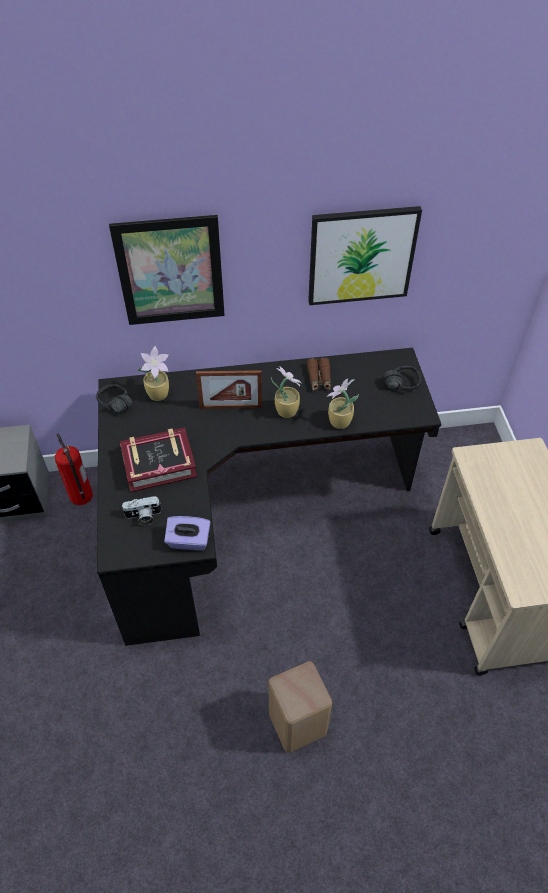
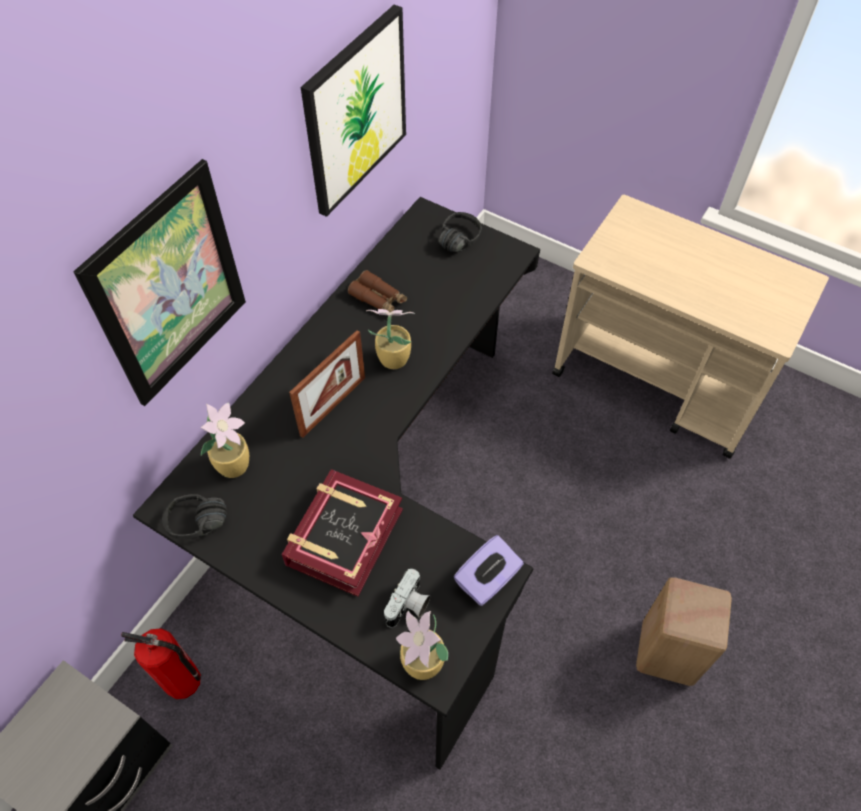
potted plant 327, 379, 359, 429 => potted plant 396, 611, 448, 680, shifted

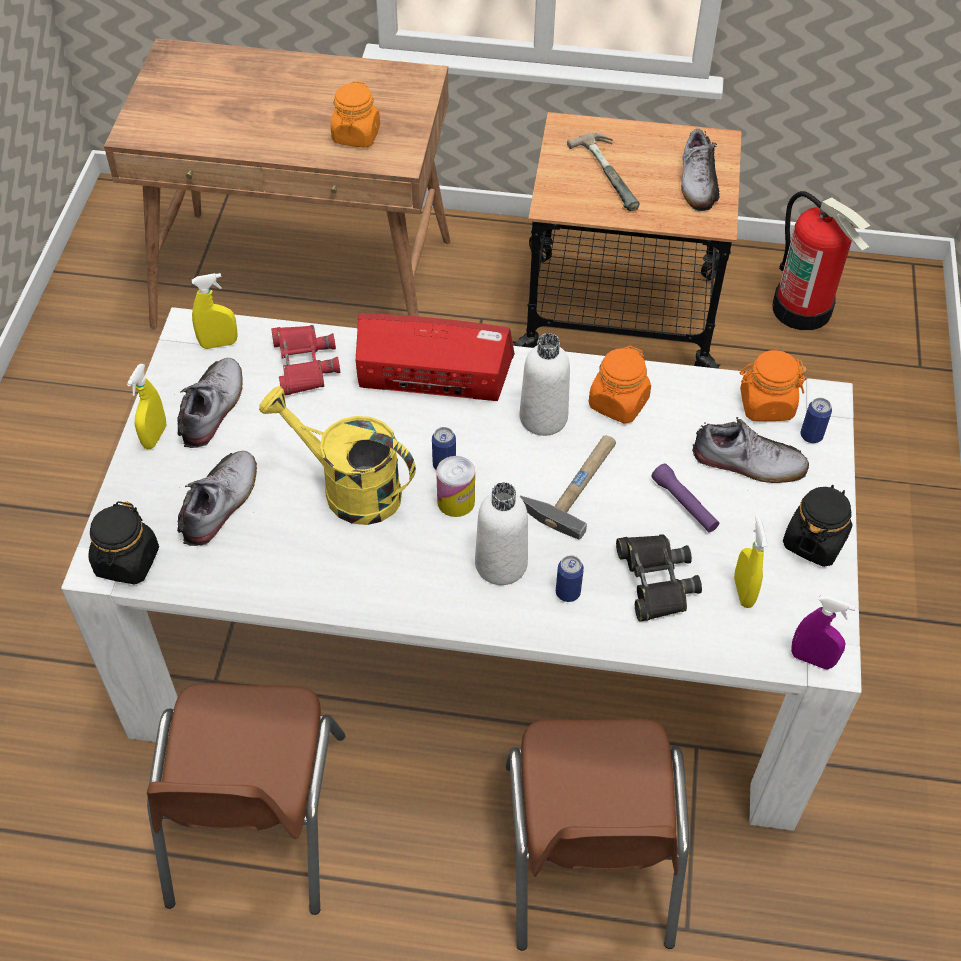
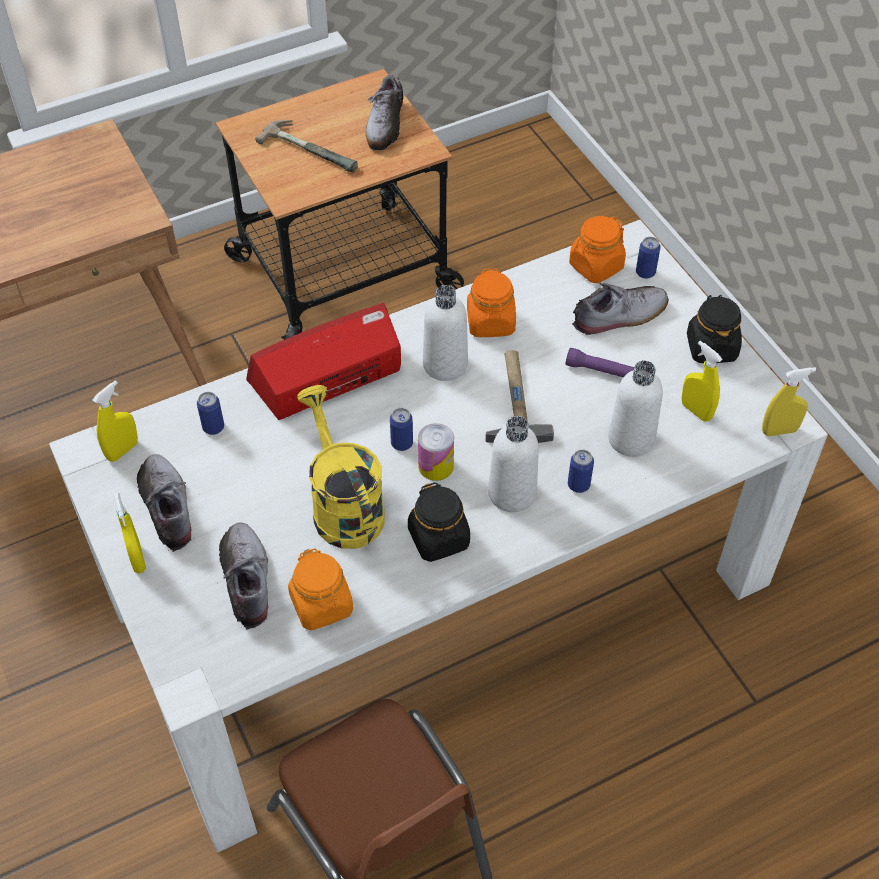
binoculars in red-coloured 271, 325, 340, 395 => metal can 197, 392, 224, 435
jar in orange-coloured 331, 81, 380, 148 => jar in orange-coloured 288, 548, 353, 630, shifted
watering can in yellowish 259, 386, 416, 525 => watering can in yellowish 297, 385, 385, 549, 75 degrees clockwise
item of footwear 681, 129, 720, 211 => item of footwear 366, 75, 403, 150, 45 degrees clockwise
jar in black 88, 501, 159, 585 => jar in black 408, 482, 470, 562, shifted
binoculars in black 616, 534, 702, 621 => beverage bottle in white-coloured 608, 360, 663, 457
spray bottle in purple-coloured 791, 595, 855, 670 => spray bottle in yellowish 762, 367, 816, 436
upright chair in brown-coloured 506, 719, 689, 951 => nothing
fire-fighting cylinder 772, 191, 871, 330 => nothing

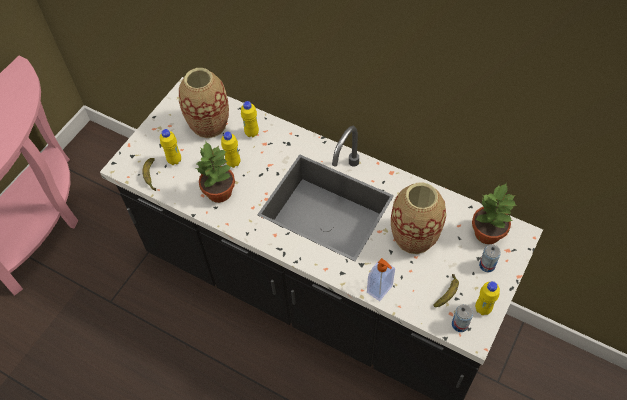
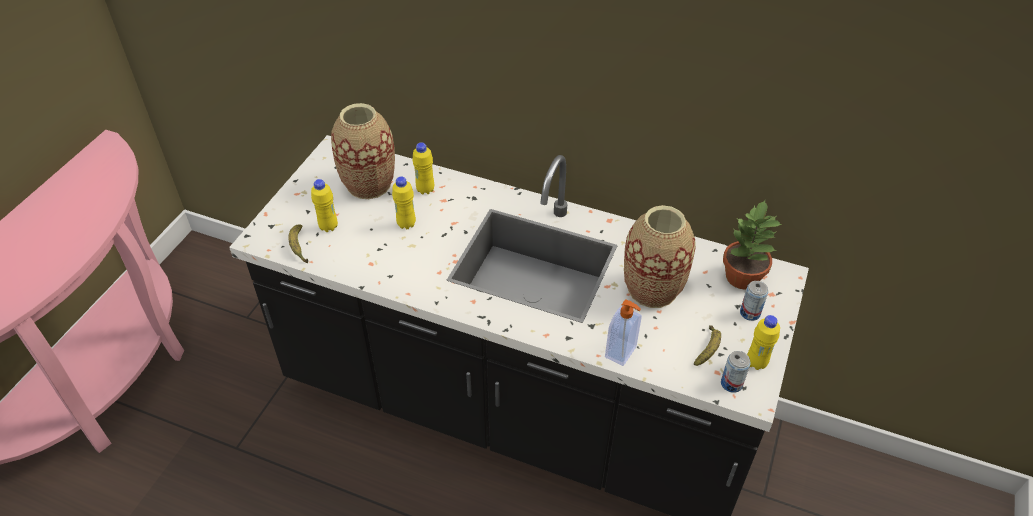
potted plant 196, 142, 235, 203 => nothing

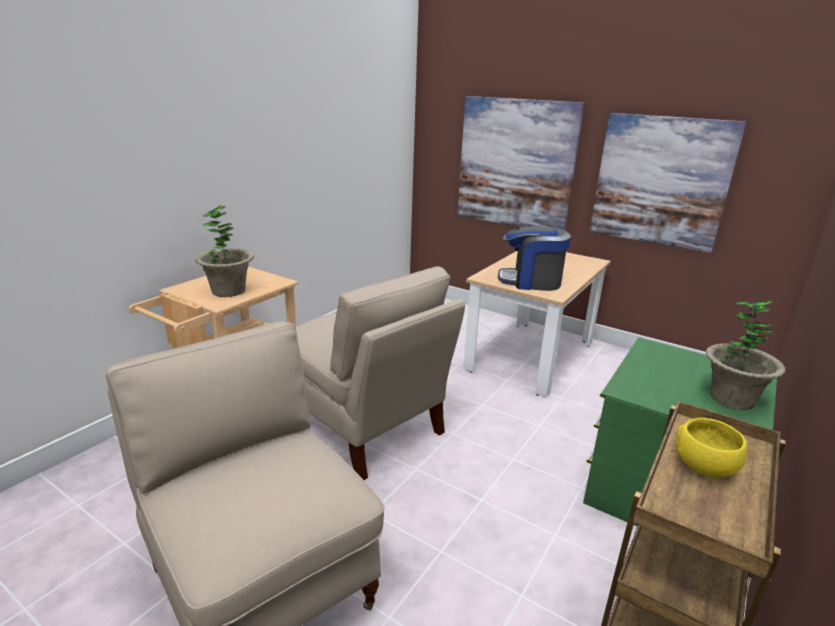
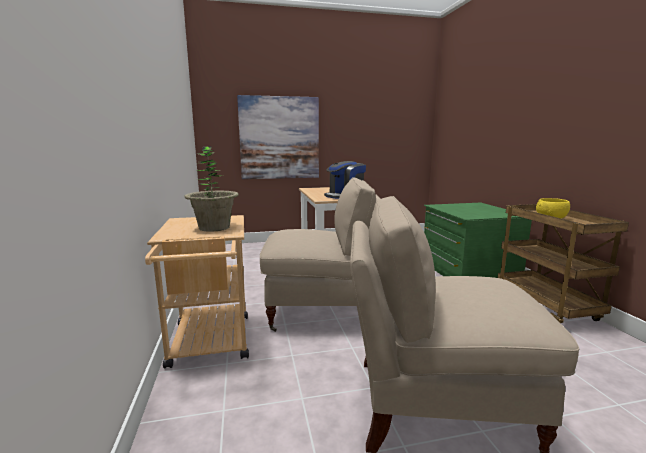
wall picture 590, 113, 746, 253 => nothing
potted plant 706, 300, 786, 410 => nothing

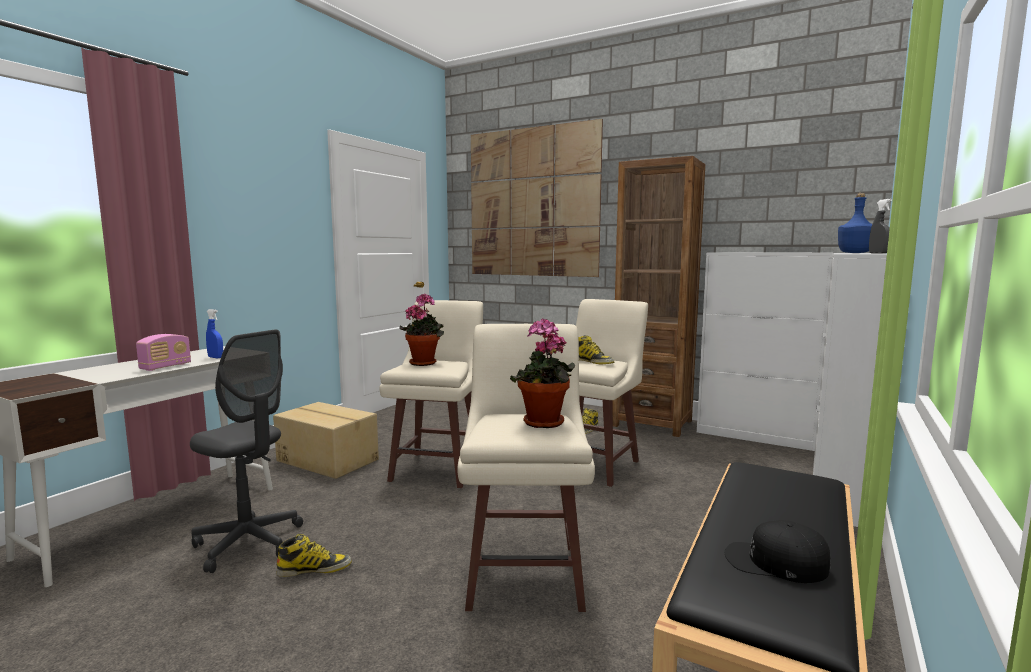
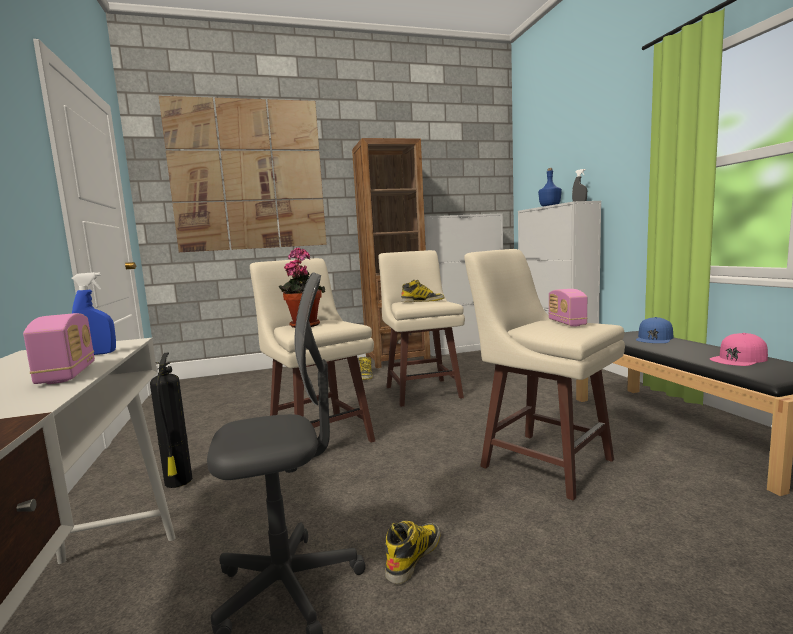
packing box 273, 402, 379, 479 => fire-fighting cylinder 150, 352, 192, 488
potted plant 510, 318, 575, 428 => radio receiver 548, 289, 588, 327
nothing => cap in blue-coloured 636, 317, 673, 343
cap in black 725, 520, 830, 583 => cap in pink-coloured 710, 333, 768, 366

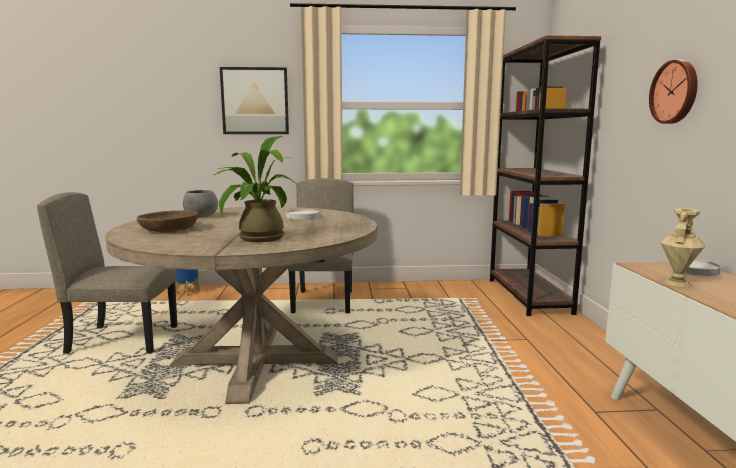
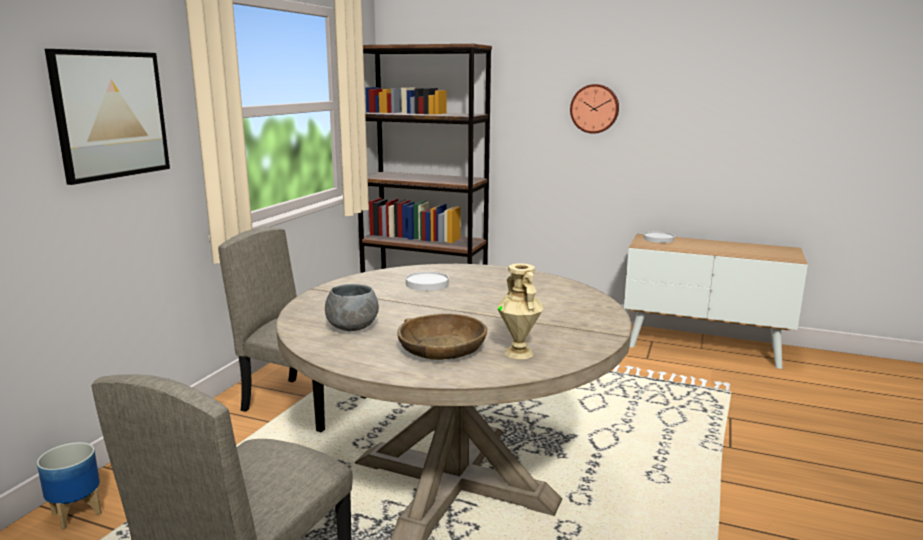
decorative vase in sand-coloured 660, 209, 705, 287 => decorative vase in sand-coloured 497, 263, 544, 359, shifted
potted plant 214, 136, 297, 242 => nothing

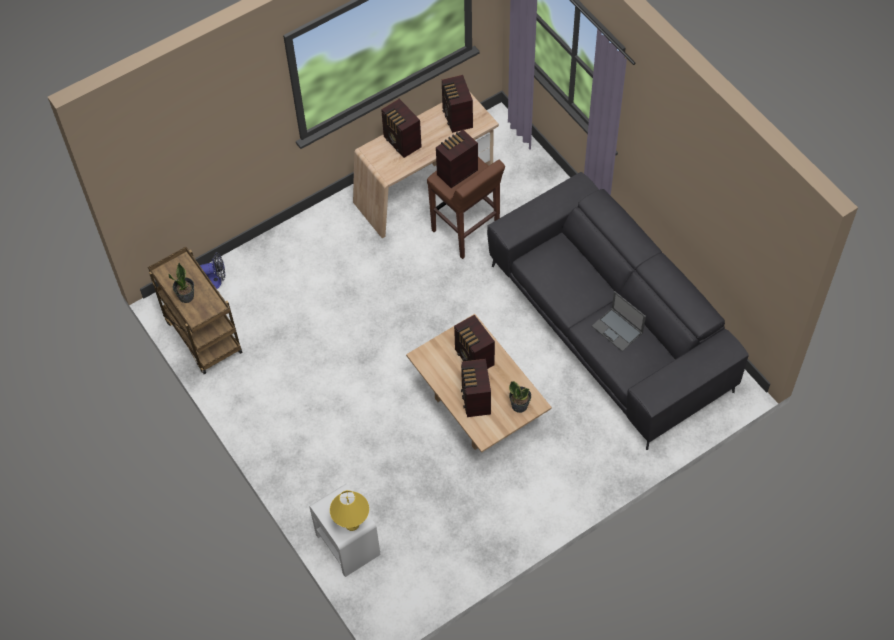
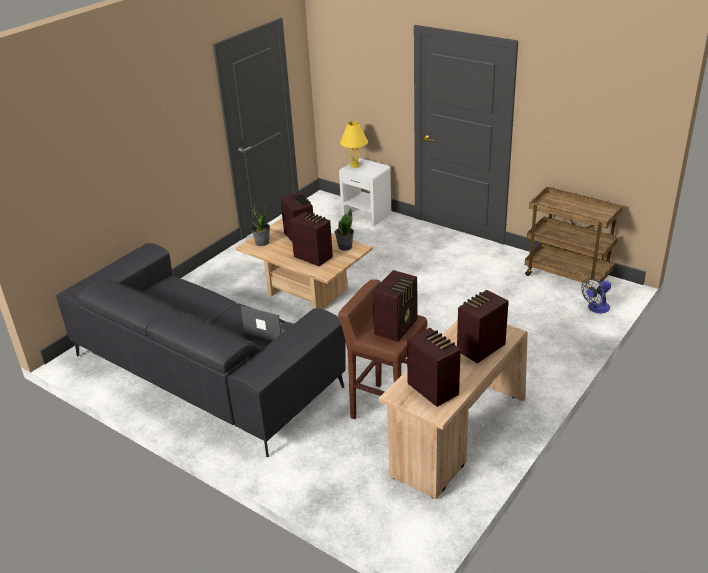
portable computer 592, 291, 646, 351 => portable computer 241, 306, 294, 341, shifted
potted plant 169, 263, 194, 303 => potted plant 335, 208, 354, 251, shifted
radio receiver 381, 99, 422, 158 => radio receiver 457, 290, 509, 363, 75 degrees counterclockwise

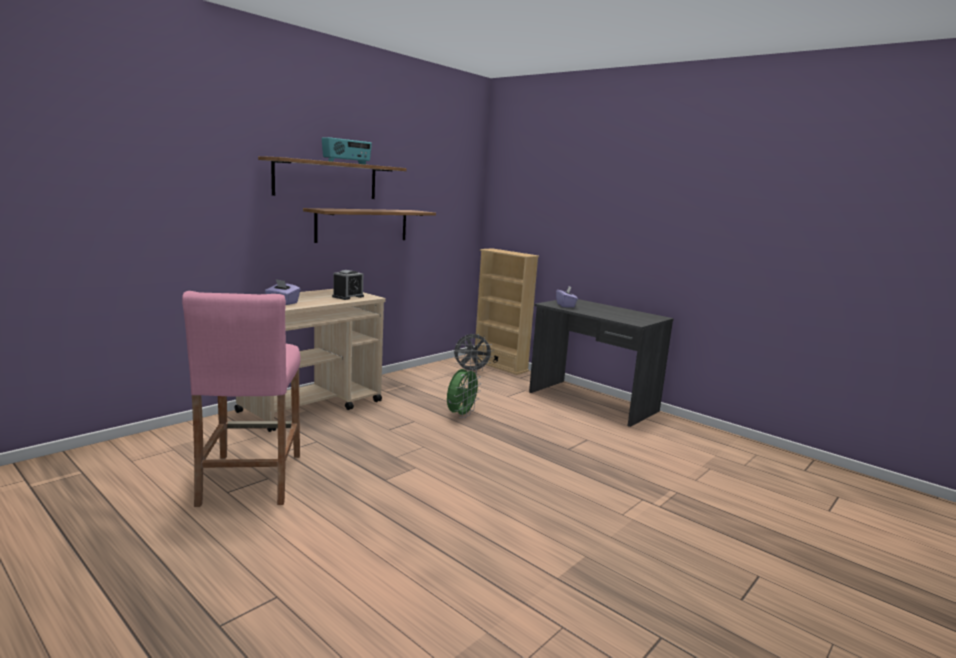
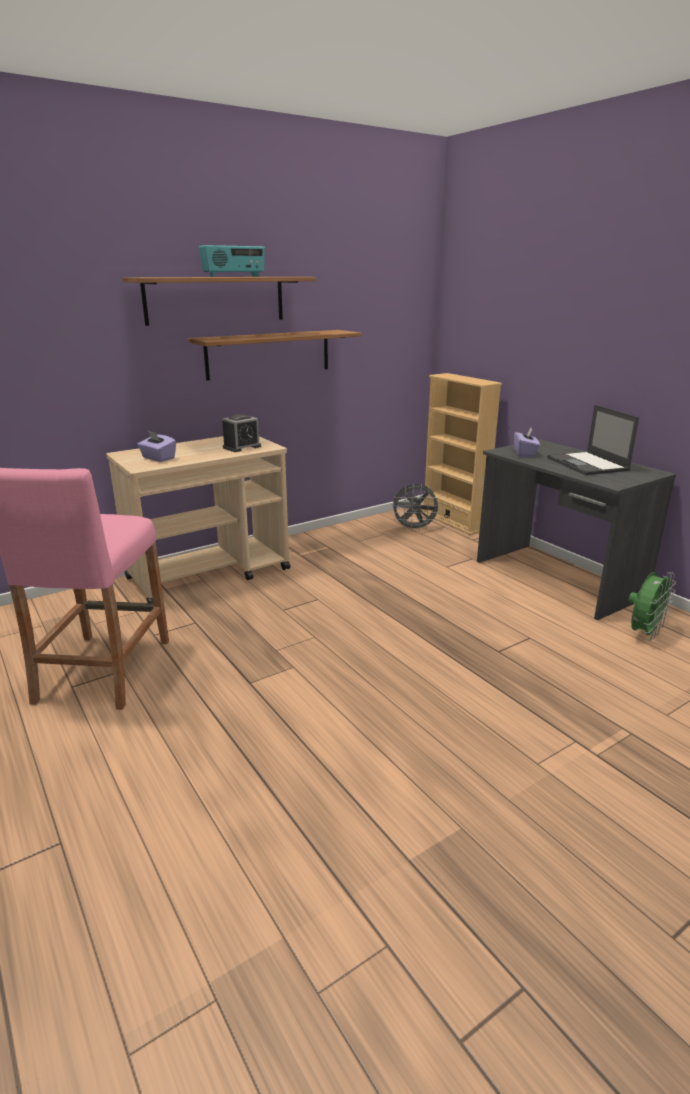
nothing => portable computer 547, 405, 639, 475
fan in green 447, 368, 481, 418 => fan in green 629, 572, 676, 640, shifted

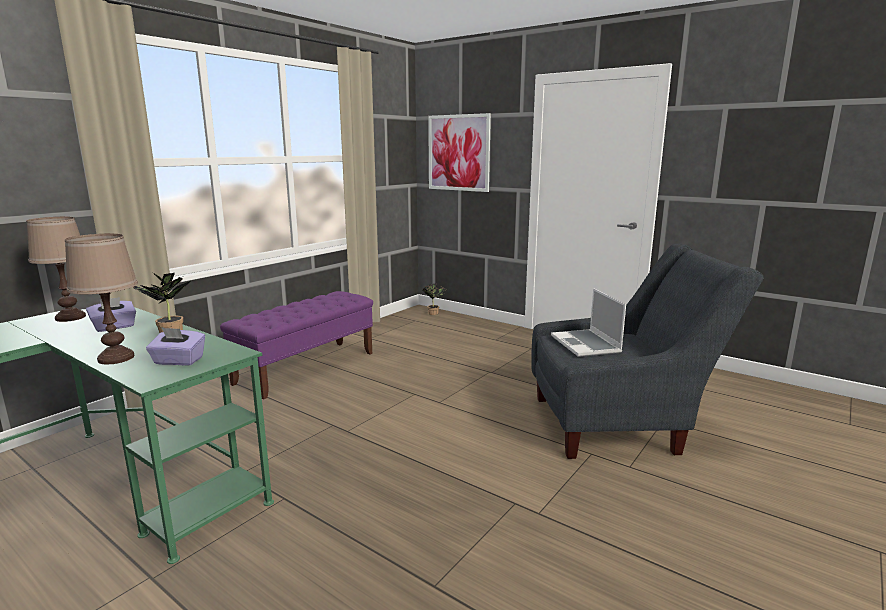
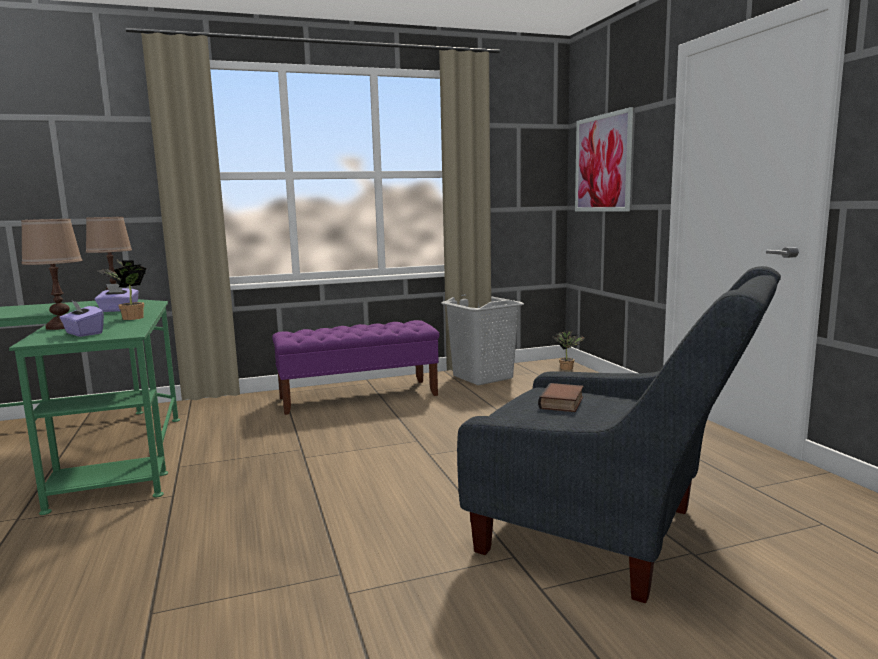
nothing => laundry basket in greyish 441, 294, 524, 385
portable computer 551, 288, 626, 357 => book 538, 383, 583, 412

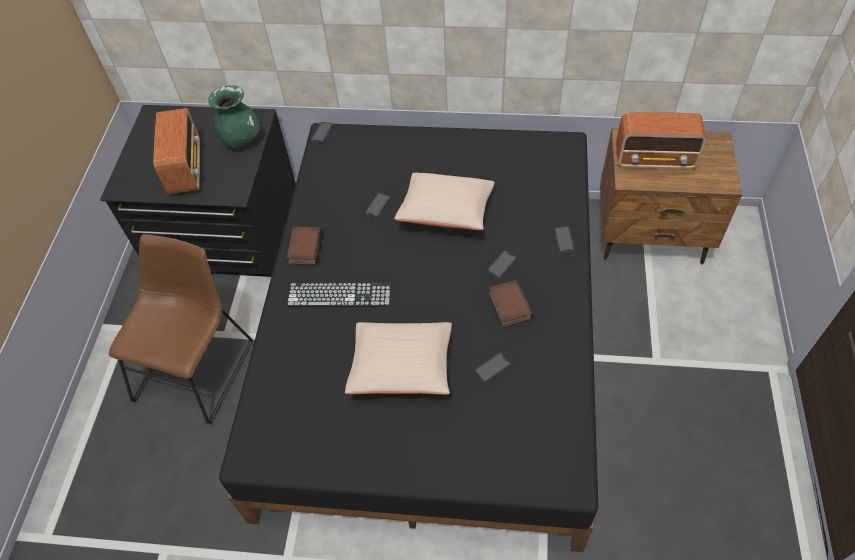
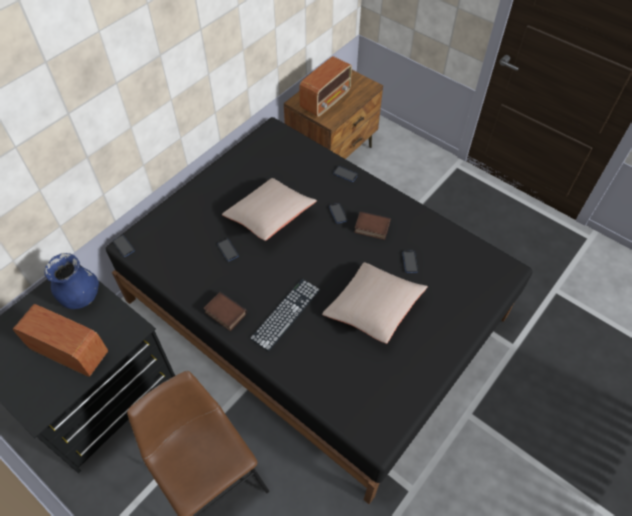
decorative vase in green 208, 85, 261, 147 => decorative vase in blue-coloured 44, 253, 99, 309

